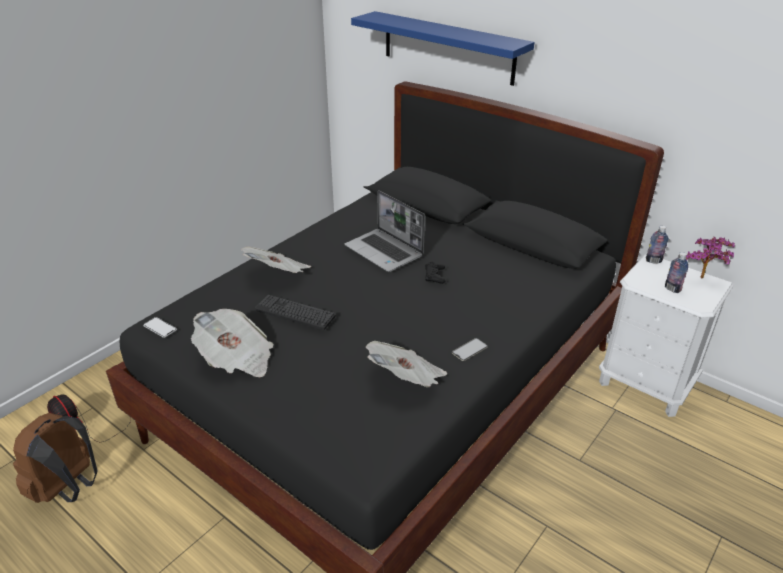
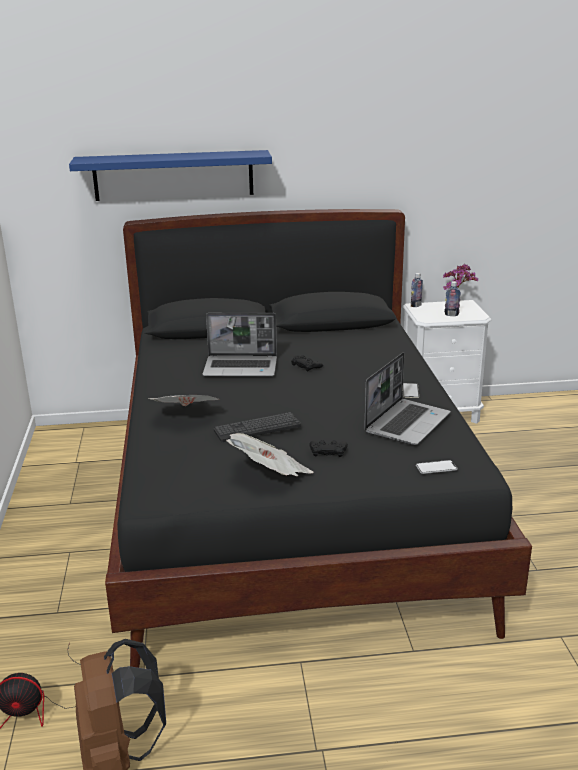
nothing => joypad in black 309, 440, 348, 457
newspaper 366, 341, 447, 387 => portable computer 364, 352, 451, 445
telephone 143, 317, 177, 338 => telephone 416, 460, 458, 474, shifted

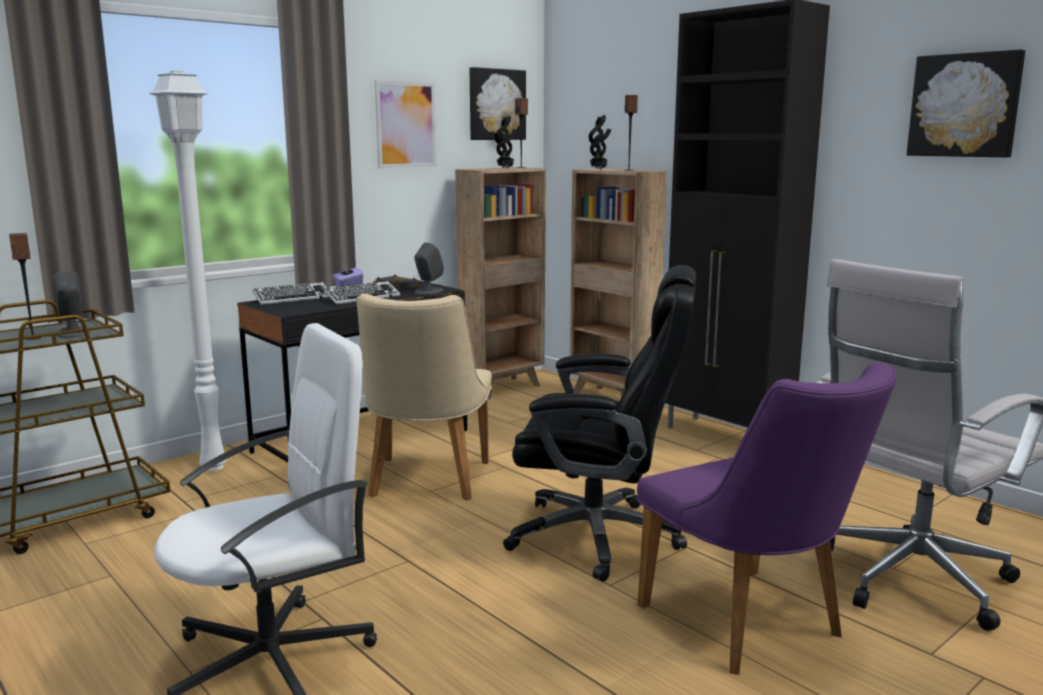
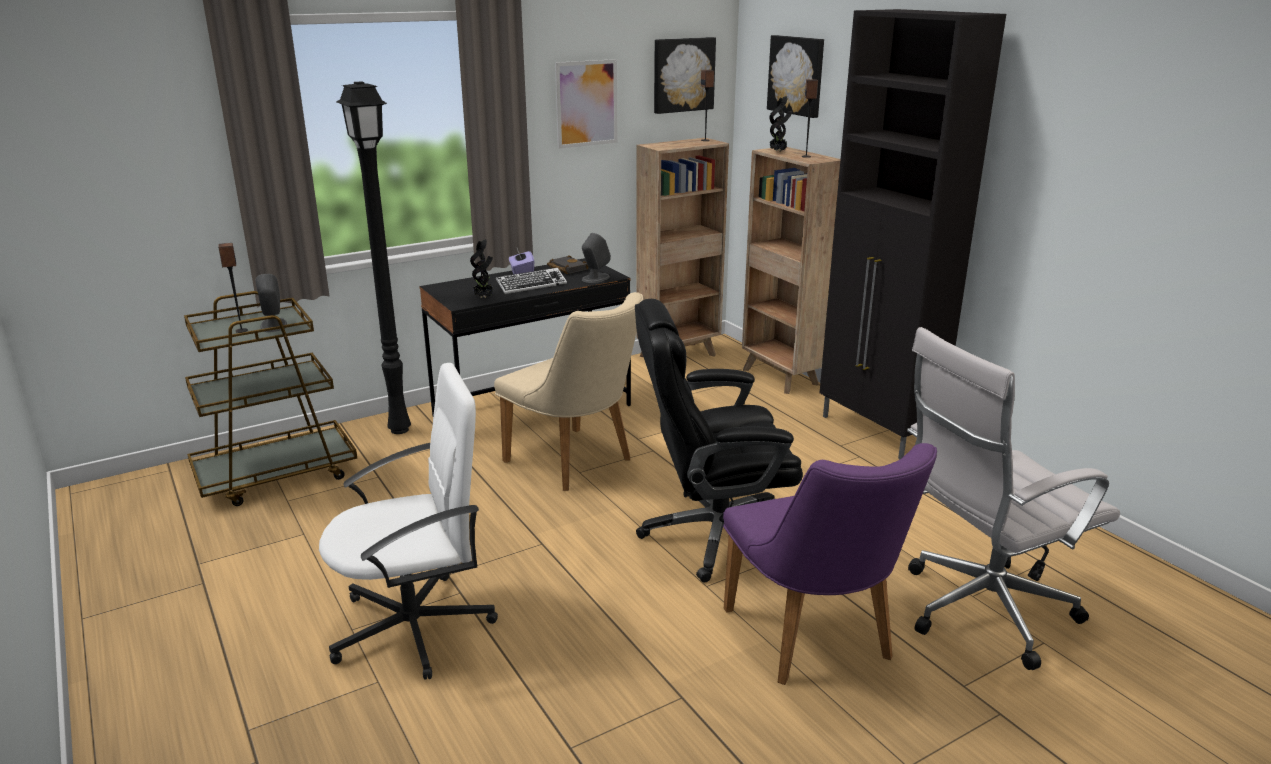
standard lamp in white-coloured 148, 71, 227, 471 => standard lamp in black 337, 81, 411, 434
potted plant 495, 116, 517, 169 => potted plant 470, 239, 493, 298, shifted
upright chair in sand-coloured 357, 294, 492, 501 => upright chair in sand-coloured 494, 292, 643, 491, 60 degrees counterclockwise
office chair in black 503, 265, 696, 582 => office chair in black 635, 299, 803, 583, 150 degrees clockwise
wall picture 907, 50, 1025, 158 => wall picture 767, 35, 824, 118, shifted
PC keyboard 253, 282, 329, 305 => nothing

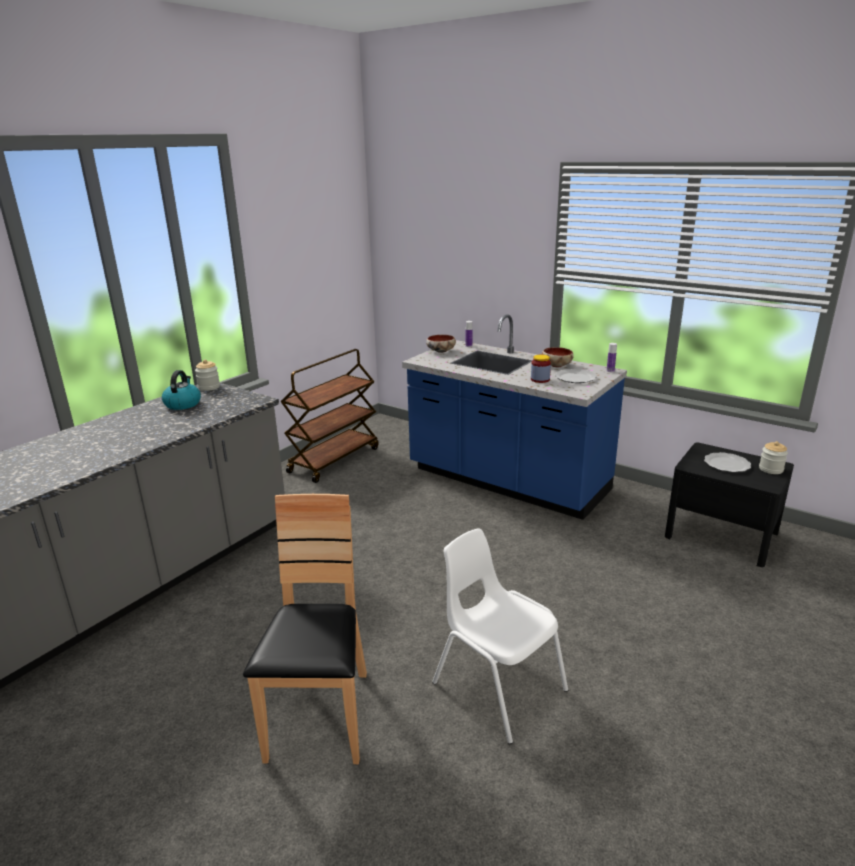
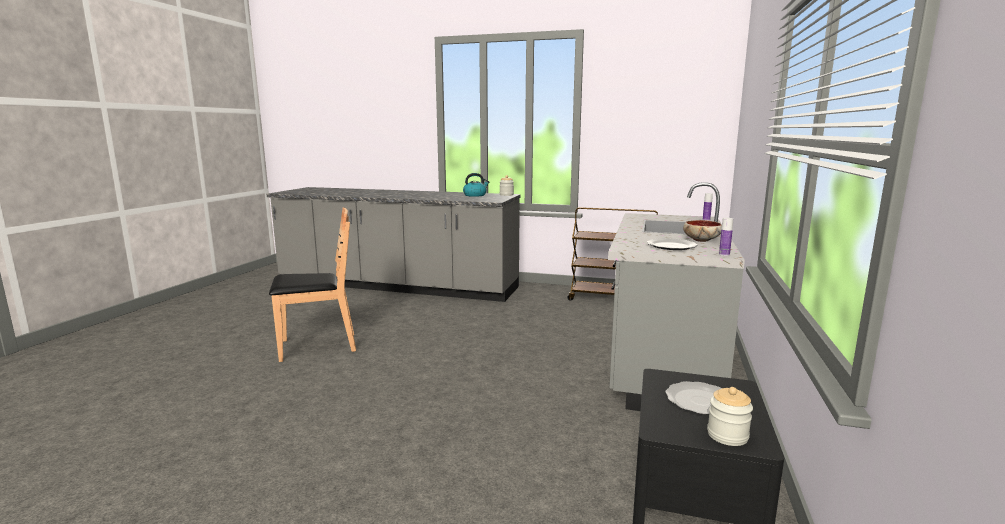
kitchen base unit in blue-coloured 402, 314, 627, 520 => kitchen base unit in greyish 608, 182, 745, 411
deep dish 426, 335, 456, 353 => nothing
upright chair in white-coloured 432, 528, 568, 744 => nothing
jar 531, 354, 551, 383 => nothing

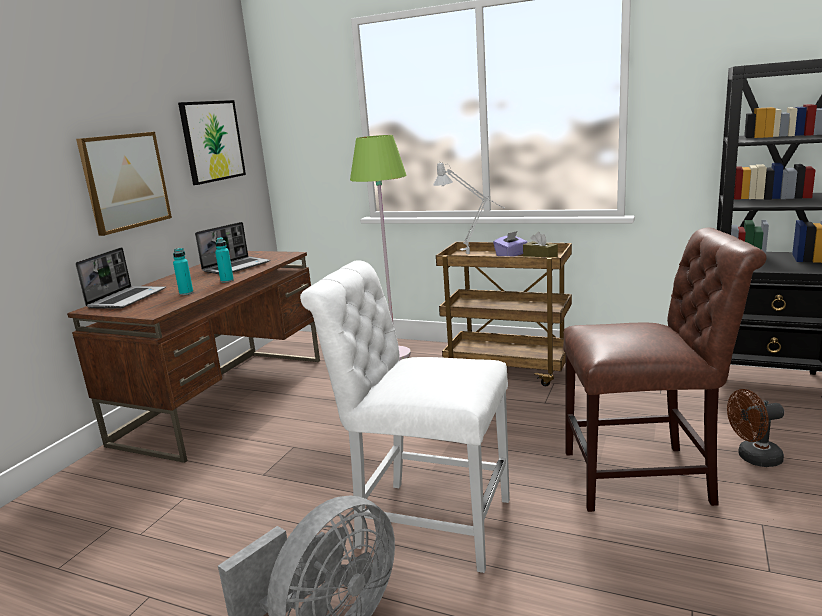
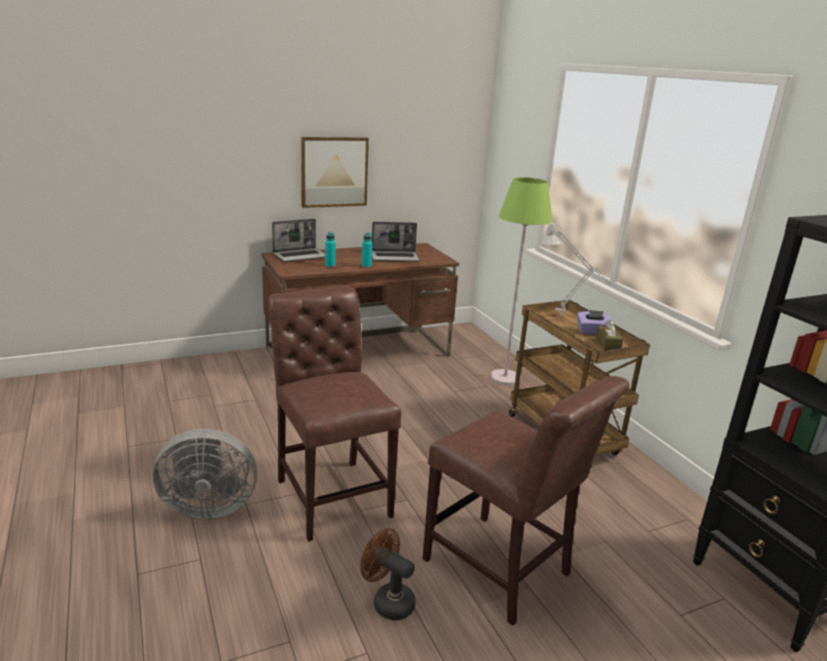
upright chair in white-coloured 300, 260, 510, 573 => upright chair in brown-coloured 268, 286, 401, 542
fan in brown-coloured 727, 389, 784, 467 => fan in brown-coloured 361, 528, 416, 621, shifted
wall picture 178, 100, 246, 185 => nothing

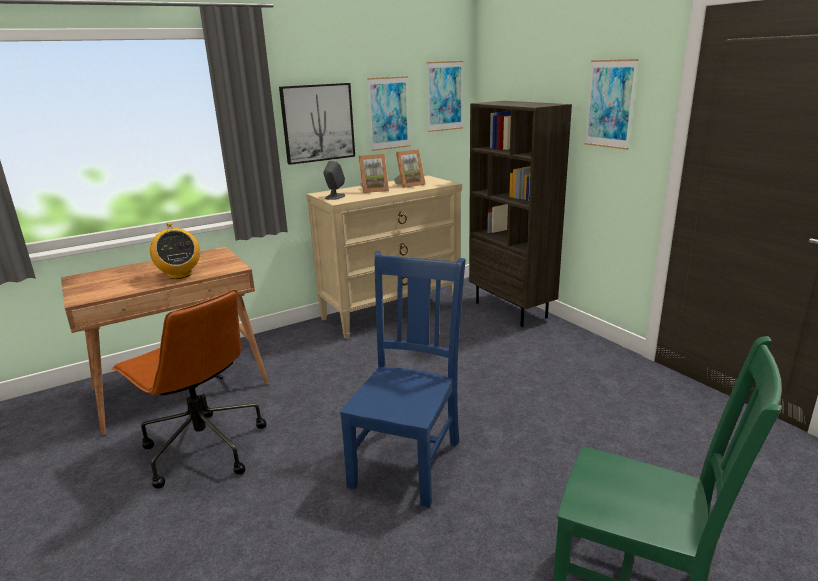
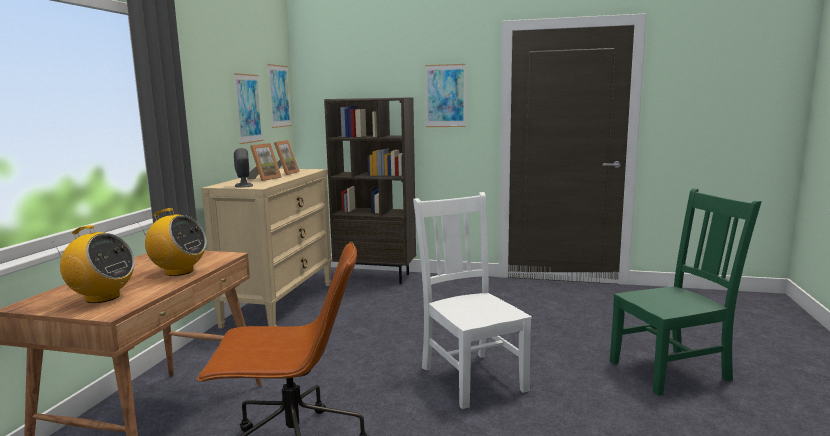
nothing => radio receiver 53, 225, 135, 303
upright chair in blue-coloured 340, 251, 466, 508 => upright chair in white-coloured 413, 192, 532, 409
wall picture 279, 83, 355, 165 => nothing

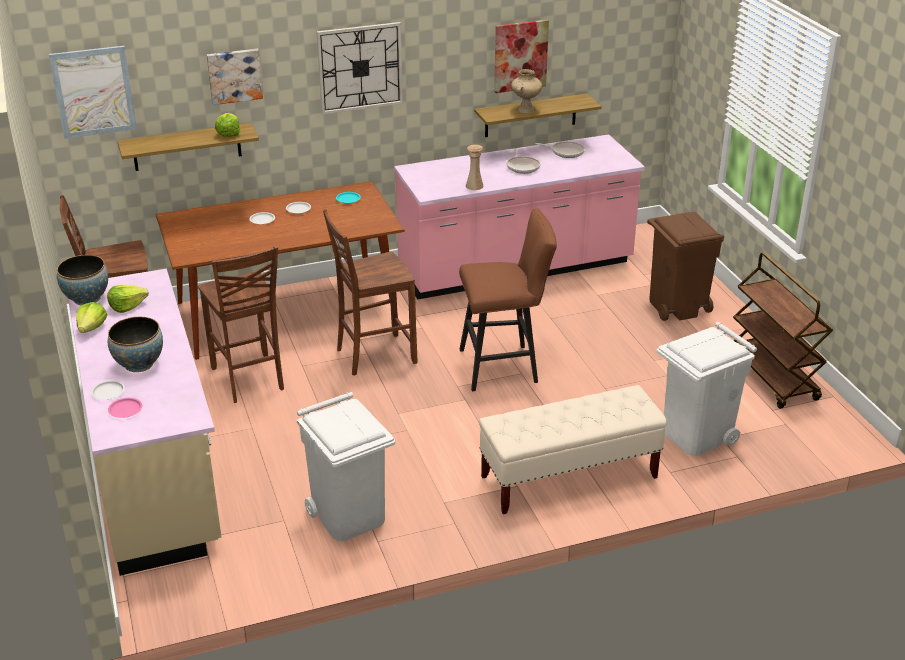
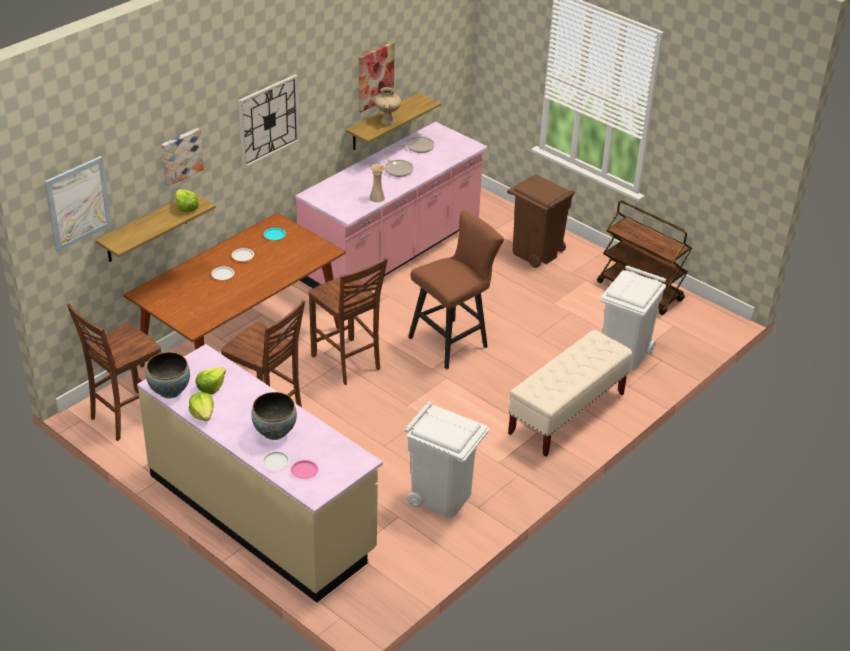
upright chair in brown-coloured 323, 209, 417, 376 => upright chair in brown-coloured 308, 257, 388, 385, 75 degrees counterclockwise

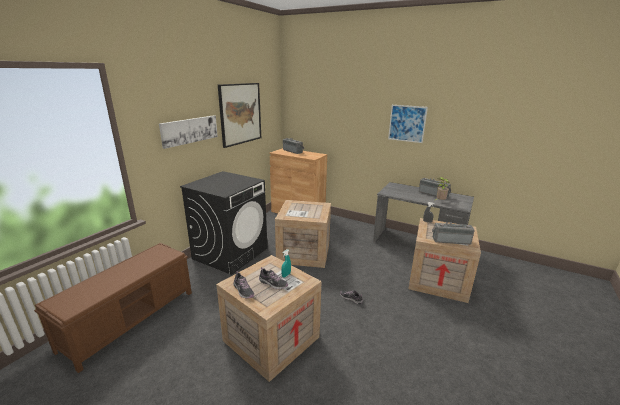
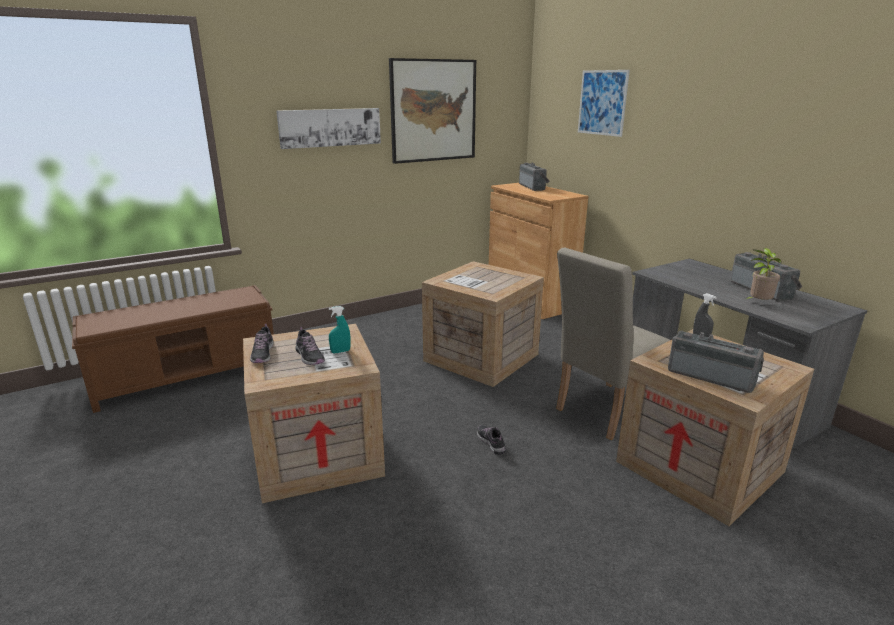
nothing => upright chair in sand-coloured 556, 248, 670, 440
wall picture 388, 105, 428, 143 => wall picture 578, 70, 630, 137, shifted
washing machine in black 180, 171, 267, 275 => nothing

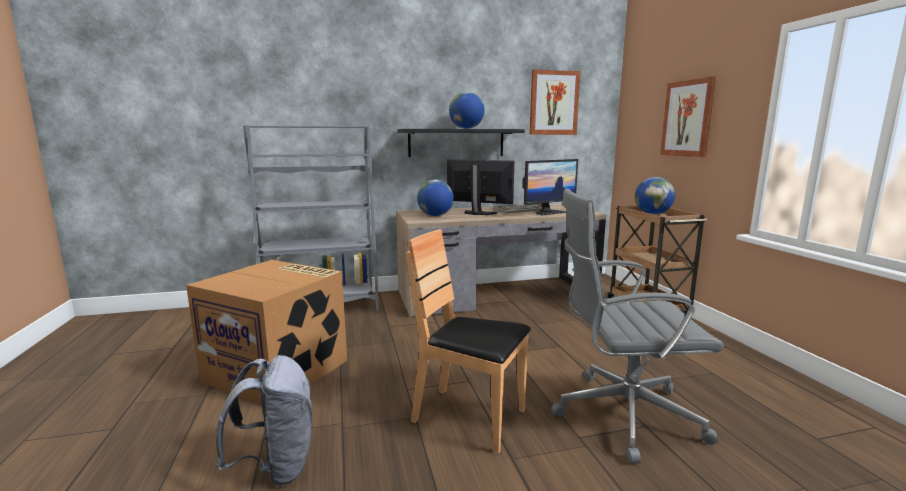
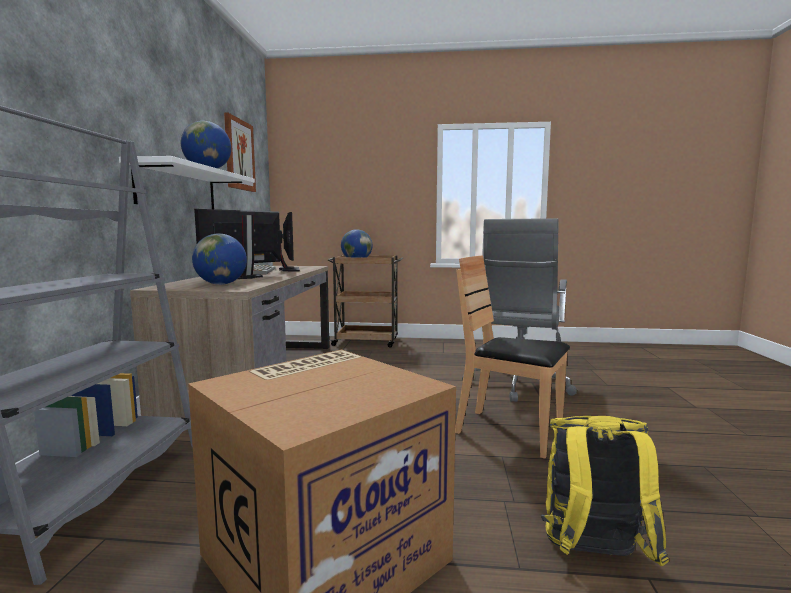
bracket shelf in black 398, 129, 525, 157 => bracket shelf in white-coloured 119, 156, 255, 209
upright chair in brown-coloured 406, 229, 531, 454 => upright chair in brown-coloured 455, 255, 570, 459, 75 degrees clockwise
knapsack in greyish 216, 355, 312, 486 => knapsack in yellowish 541, 416, 669, 566
wall picture 660, 77, 716, 157 => nothing

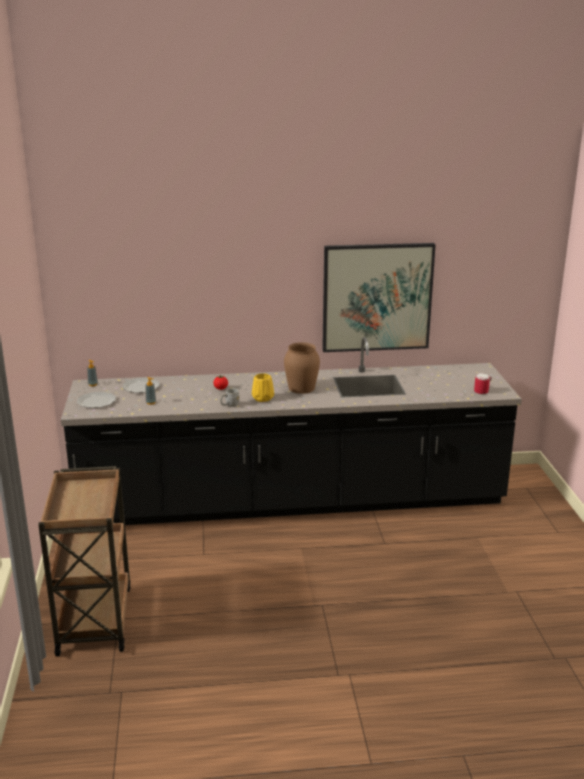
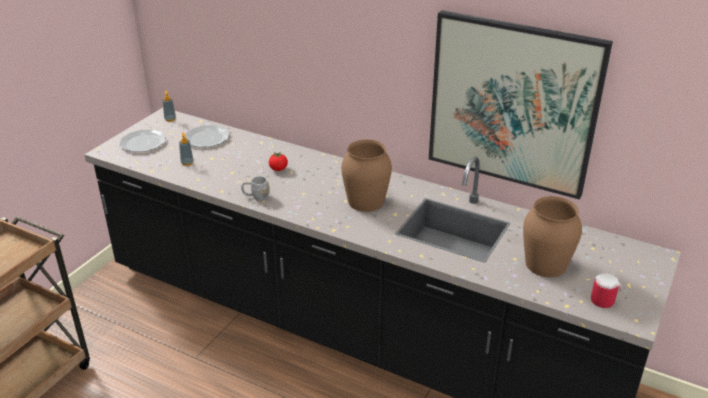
nothing => decorative vase in brown-coloured 523, 196, 582, 277
decorative vase in yellowish 252, 373, 274, 402 => nothing

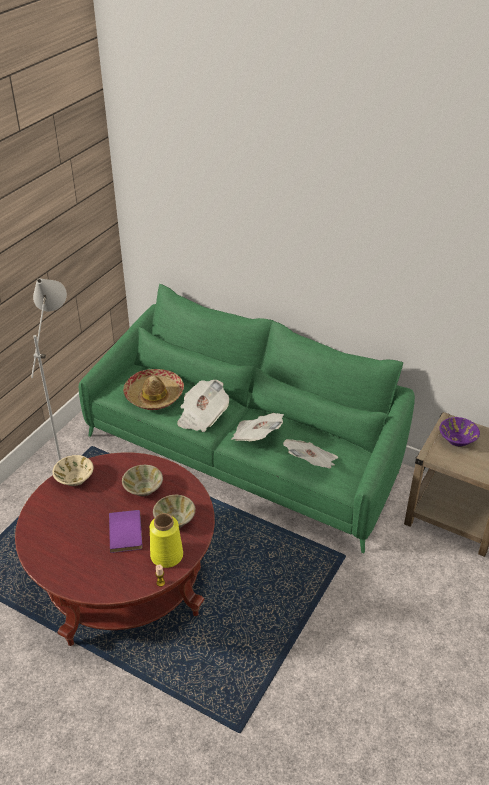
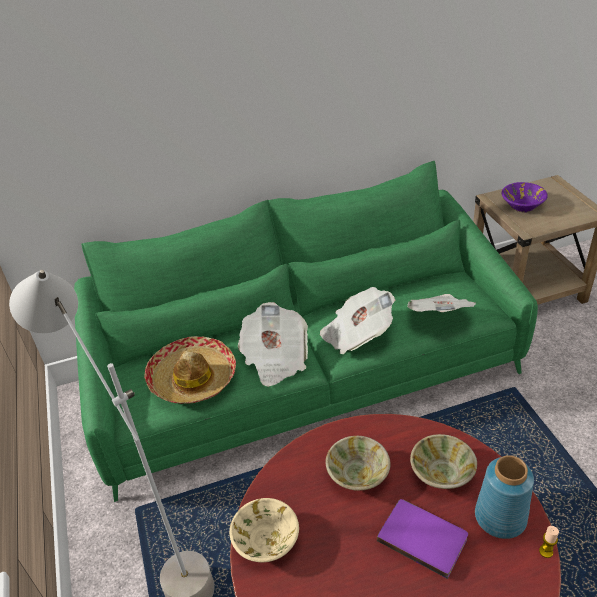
decorative vase in yellowish 150, 513, 183, 568 => decorative vase in blue-coloured 475, 455, 534, 539

